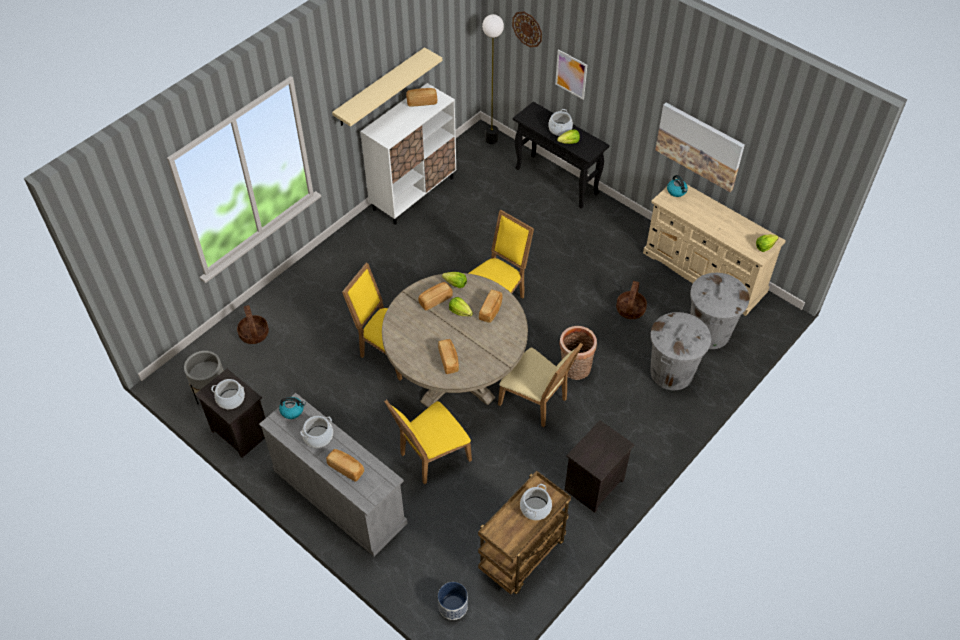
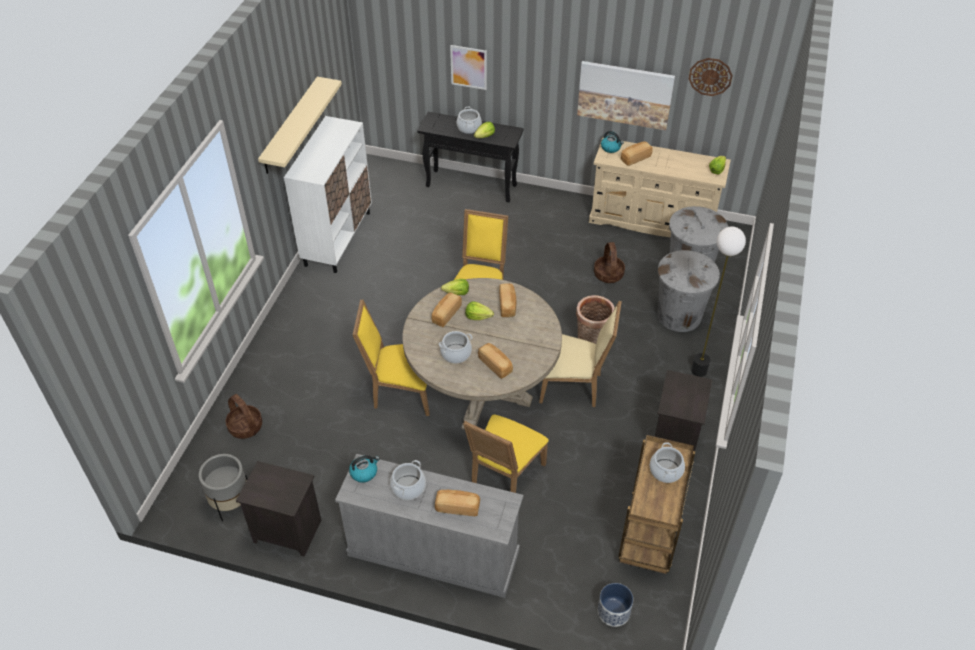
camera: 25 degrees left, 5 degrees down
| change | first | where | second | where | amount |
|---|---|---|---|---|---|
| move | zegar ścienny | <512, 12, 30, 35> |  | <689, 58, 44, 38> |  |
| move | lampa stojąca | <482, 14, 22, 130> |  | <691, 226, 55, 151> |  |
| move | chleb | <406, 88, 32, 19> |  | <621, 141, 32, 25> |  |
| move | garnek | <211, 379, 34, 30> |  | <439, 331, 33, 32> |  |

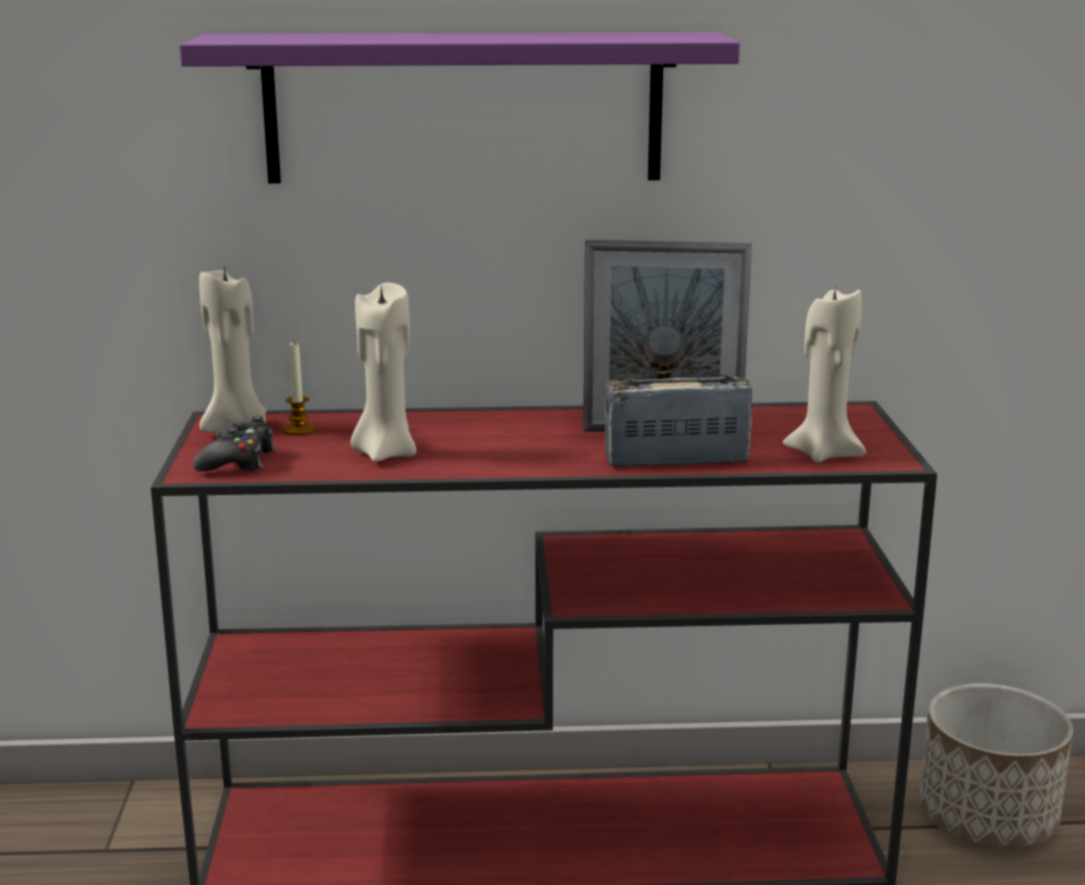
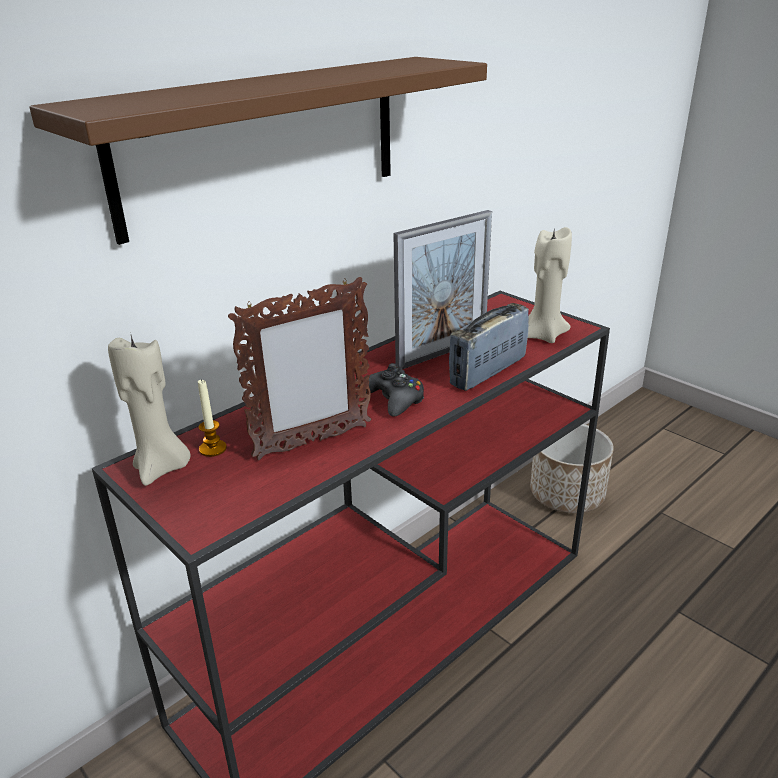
camera: 40 degrees left, 10 degrees up
| change | first | where | second | where | amount |
|---|---|---|---|---|---|
| recolor | półka/fioletowy | <179, 32, 561, 151> | półka/brązowy | <29, 57, 458, 188> |  |
| replace | świeca/beżowy | <351, 283, 66, 179> | ramka na zdjęcie | <228, 277, 144, 183> |  |
| move | pad do gier/czarny | <193, 416, 83, 55> |  | <366, 363, 58, 54> |  |

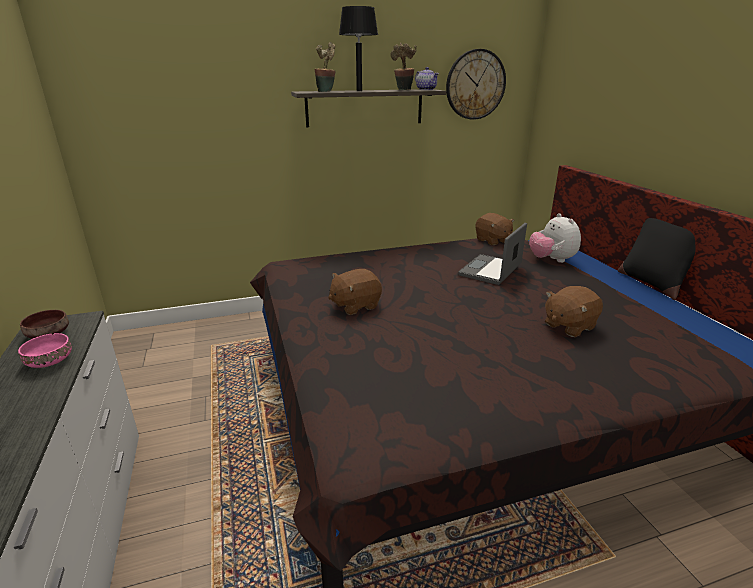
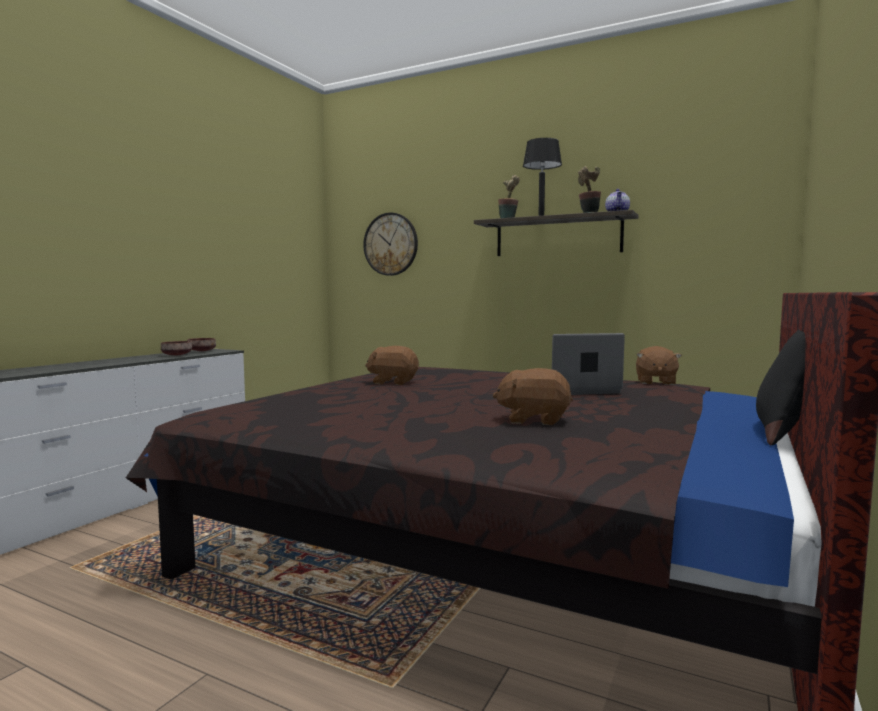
camera: 45 degrees right, 20 degrees down
| change | first | where | second | where | amount |
|---|---|---|---|---|---|
| move | zegar ścienny | <446, 49, 60, 71> |  | <363, 213, 55, 63> |  |
| delete | pluszak | <529, 213, 52, 50> |  |  |  |
| recolor | miska/różowy | <18, 333, 54, 35> | miska/brązowy | <161, 341, 31, 14> |  |

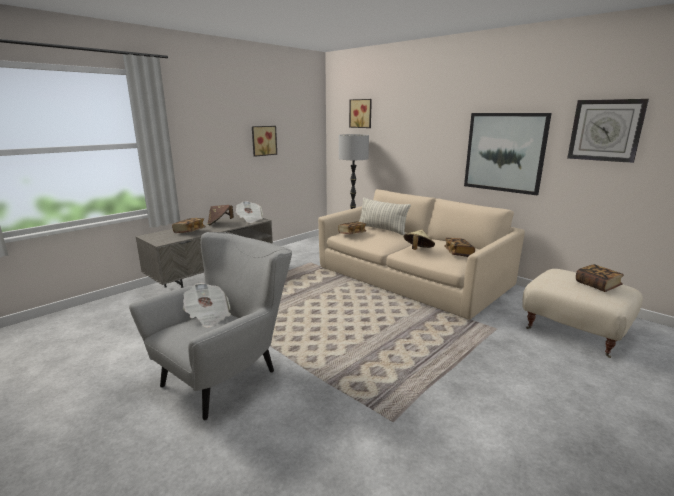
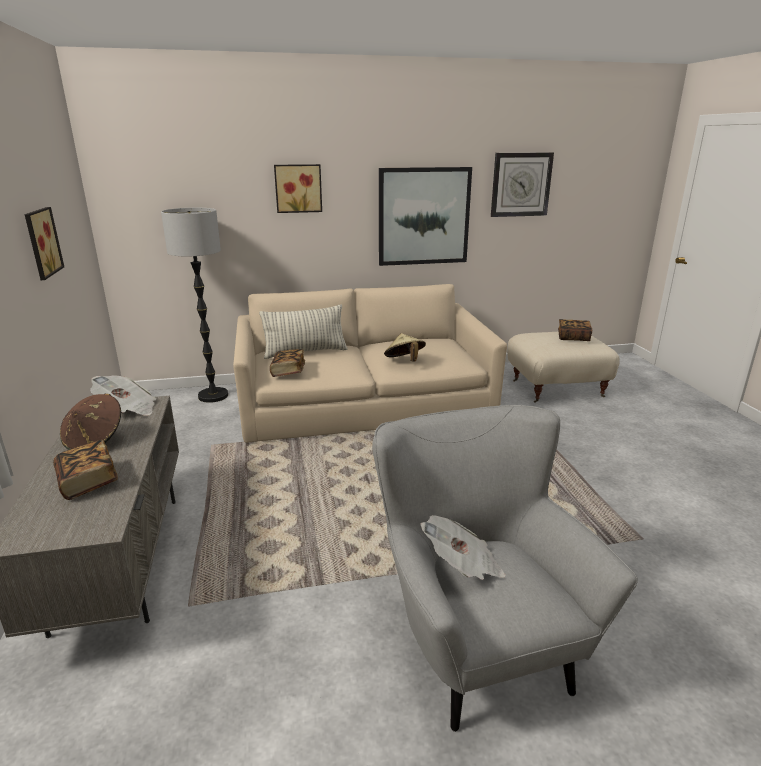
camera: 55 degrees left, 5 degrees up
| change | first | where | second | where | amount |
|---|---|---|---|---|---|
| move | obraz | <349, 99, 23, 29> |  | <274, 164, 48, 49> |  |
| delete | książka | <444, 238, 31, 19> |  |  |  |

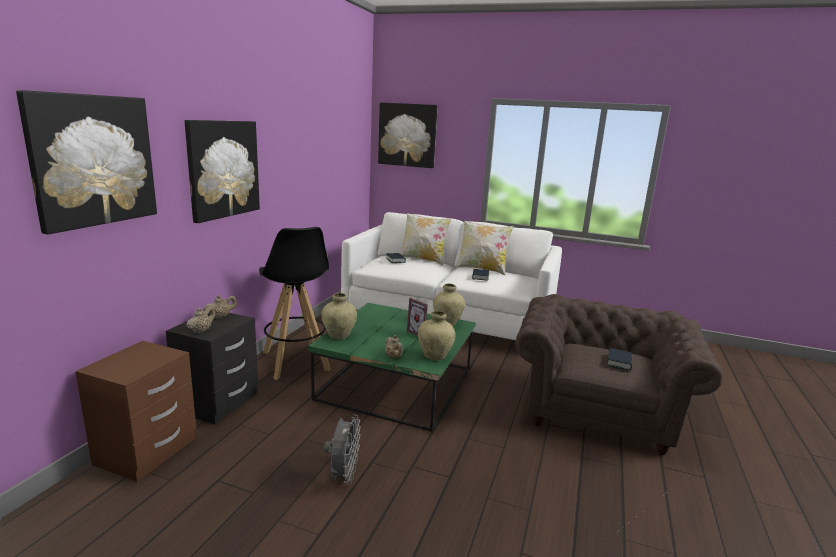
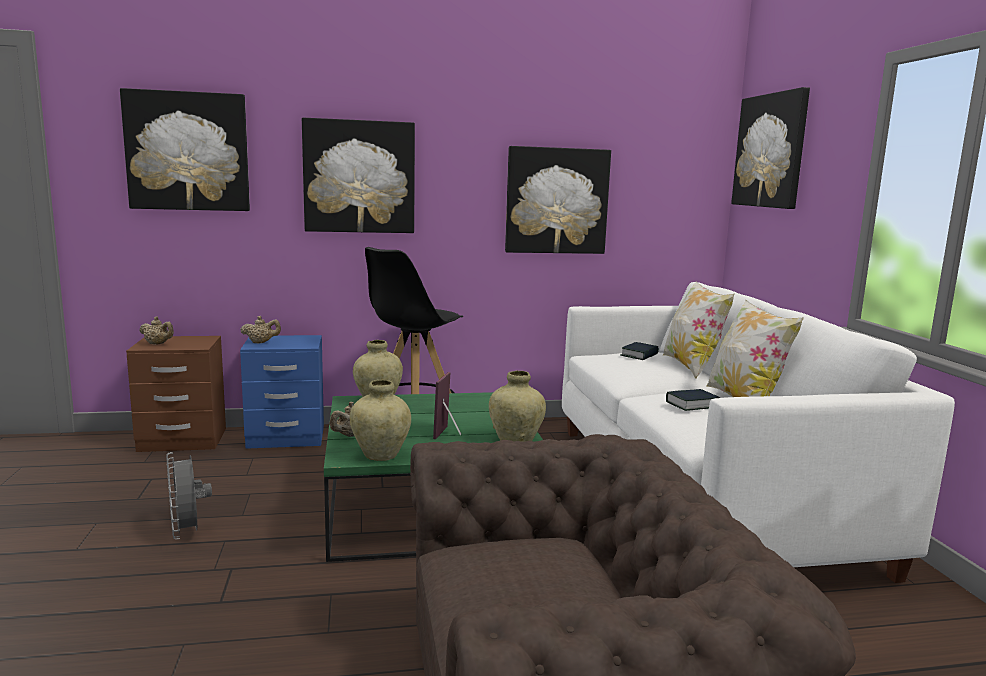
camera: 60 degrees right, 5 degrees down
| change | first | where | second | where | amount |
|---|---|---|---|---|---|
| move | imbryk/beżowy | <203, 295, 34, 24> |  | <139, 317, 35, 28> |  |
| recolor | szafka nocna/czarny | <166, 313, 92, 111> | szafka nocna/niebieski | <240, 335, 84, 114> |  |
| delete | książka | <607, 348, 25, 23> |  |  |  |
| rotate | wentylator/szary | <324, 415, 37, 70> |  | <166, 452, 46, 88> | 90 degrees clockwise |
| insert |  |  | obraz | <505, 146, 106, 108> |  |

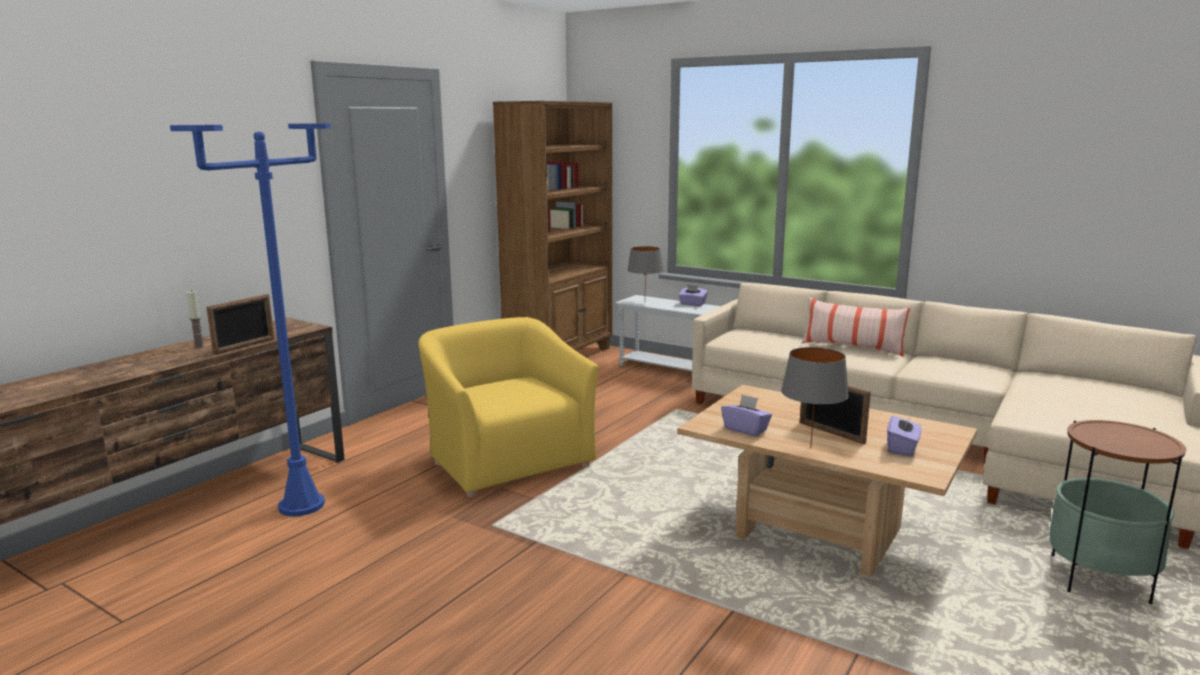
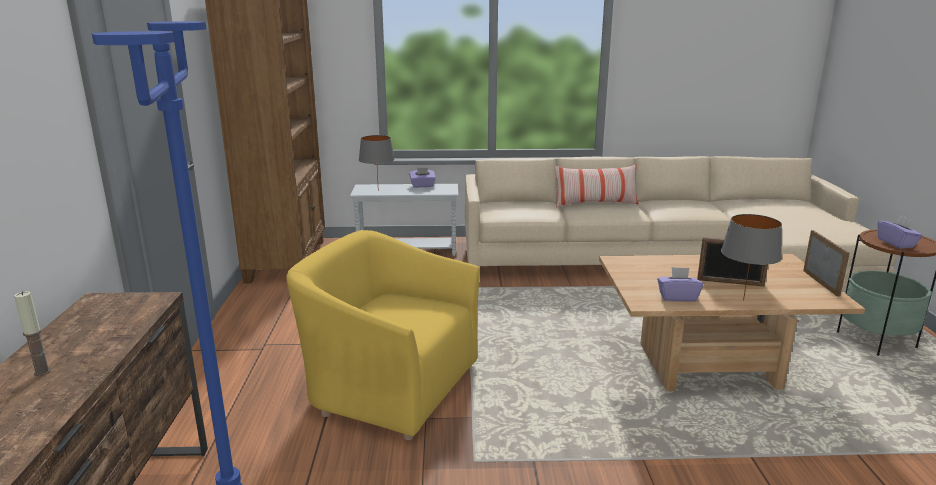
camera: 35 degrees left, 5 degrees up
| change | first | where | second | where | amount |
|---|---|---|---|---|---|
| move | ramka na zdjęcie | <206, 294, 68, 61> |  | <803, 230, 47, 67> |  |
| move | pudełko chusteczek/fioletowy | <887, 412, 34, 44> |  | <878, 215, 44, 33> |  |

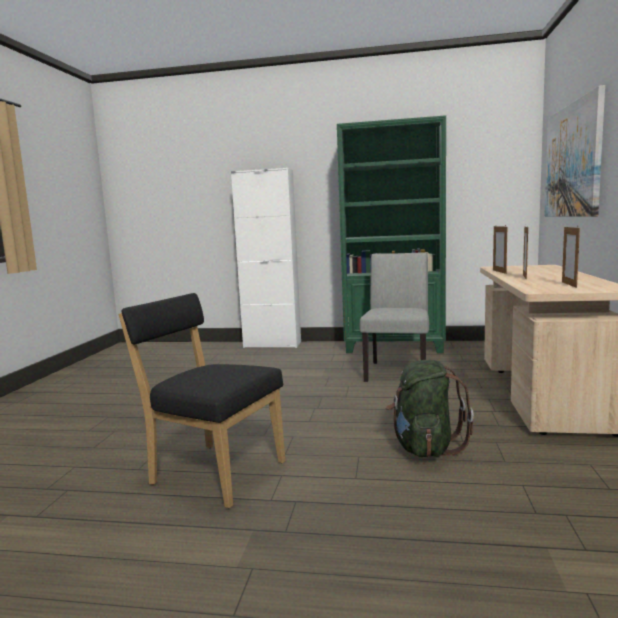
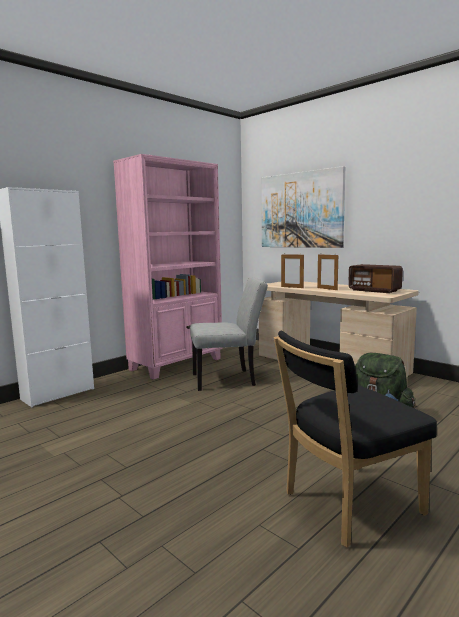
camera: 55 degrees left, 0 degrees up
| change | first | where | second | where | amount |
|---|---|---|---|---|---|
| recolor | regał/zielony | <337, 115, 109, 238> | regał/różowy | <113, 154, 109, 226> |  |
| replace | ramka na zdjęcie | <562, 225, 18, 63> | radio | <348, 264, 55, 29> |  |
| rotate | krzesło/szary | <360, 252, 69, 130> |  | <190, 277, 78, 114> | 120 degrees clockwise |

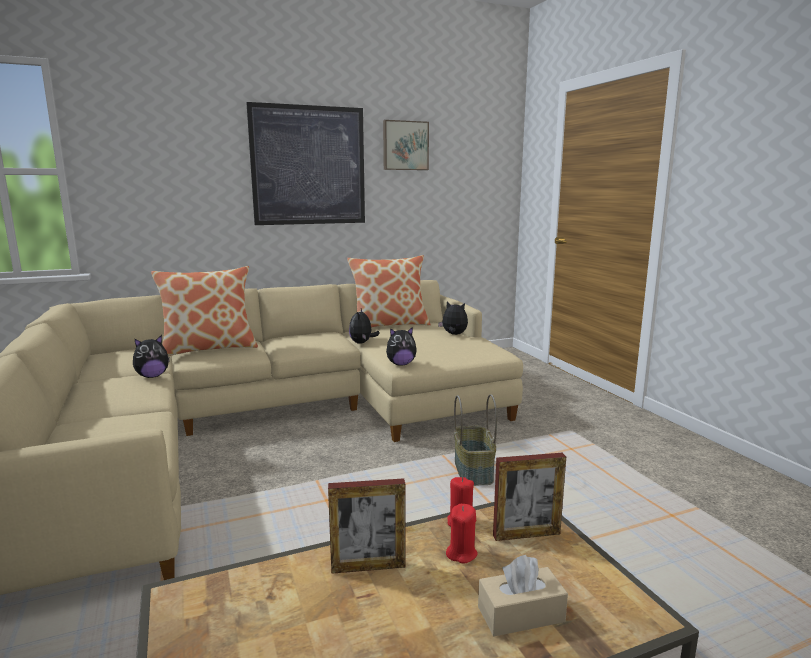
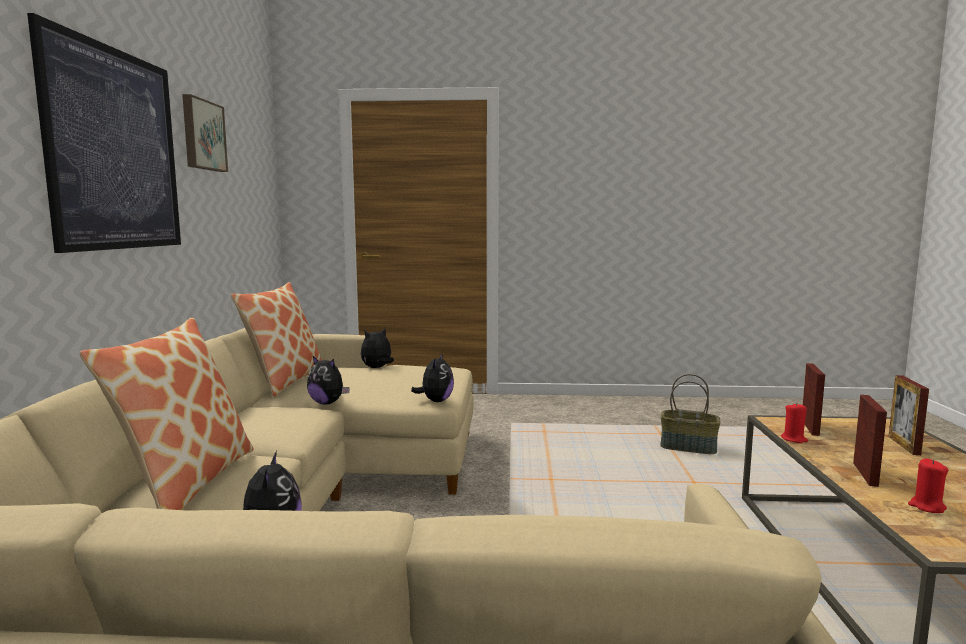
camera: 65 degrees left, 5 degrees down
| change | first | where | second | where | amount |
|---|---|---|---|---|---|
| move | koszyk | <454, 394, 43, 92> |  | <660, 374, 60, 80> |  |
| move | świeca/czerwony | <446, 504, 32, 60> |  | <908, 459, 40, 54> |  |
| replace | pudełko chusteczek/beżowy | <478, 555, 90, 82> | ramka na zdjęcie | <889, 375, 40, 80> |  |

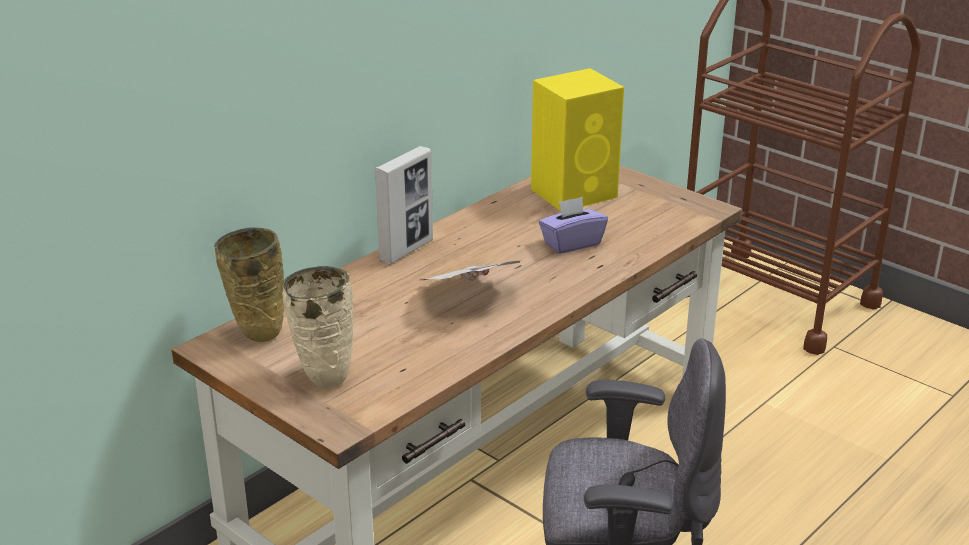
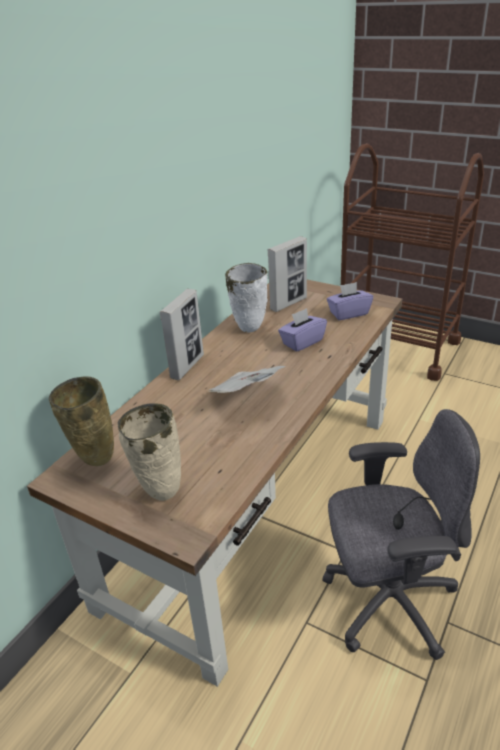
camera: 10 degrees left, 5 degrees up
| change | first | where | second | where | amount |
|---|---|---|---|---|---|
| replace | głośnik/żółty | <531, 68, 93, 143> | ramka na zdjęcie | <268, 236, 39, 76> |  |
| insert |  |  | wazon/biały | <225, 263, 43, 69> |  |
| insert |  |  | pudełko chusteczek/fioletowy | <327, 282, 46, 38> |  |

